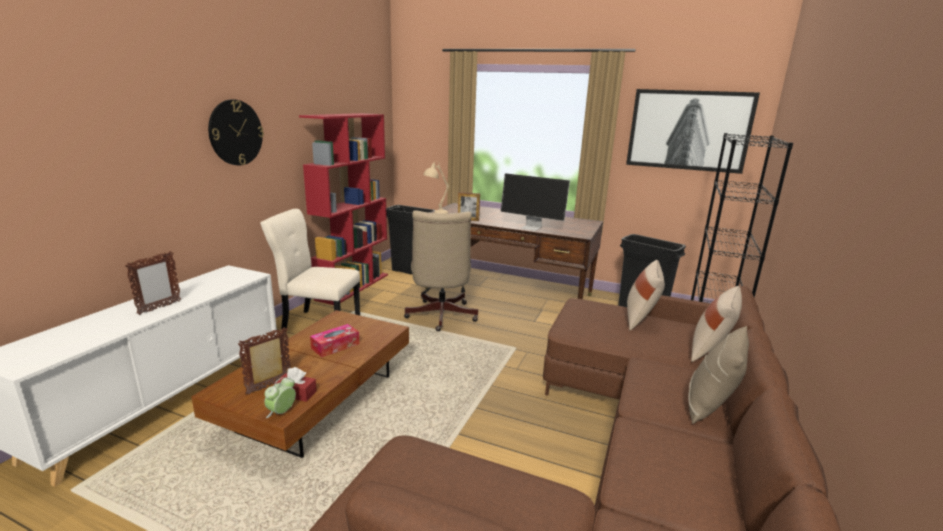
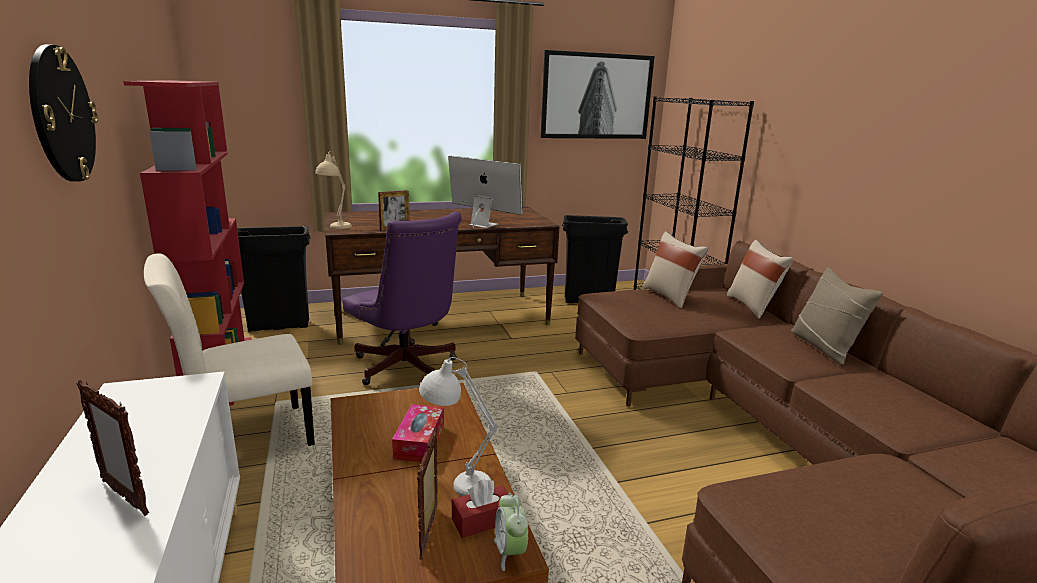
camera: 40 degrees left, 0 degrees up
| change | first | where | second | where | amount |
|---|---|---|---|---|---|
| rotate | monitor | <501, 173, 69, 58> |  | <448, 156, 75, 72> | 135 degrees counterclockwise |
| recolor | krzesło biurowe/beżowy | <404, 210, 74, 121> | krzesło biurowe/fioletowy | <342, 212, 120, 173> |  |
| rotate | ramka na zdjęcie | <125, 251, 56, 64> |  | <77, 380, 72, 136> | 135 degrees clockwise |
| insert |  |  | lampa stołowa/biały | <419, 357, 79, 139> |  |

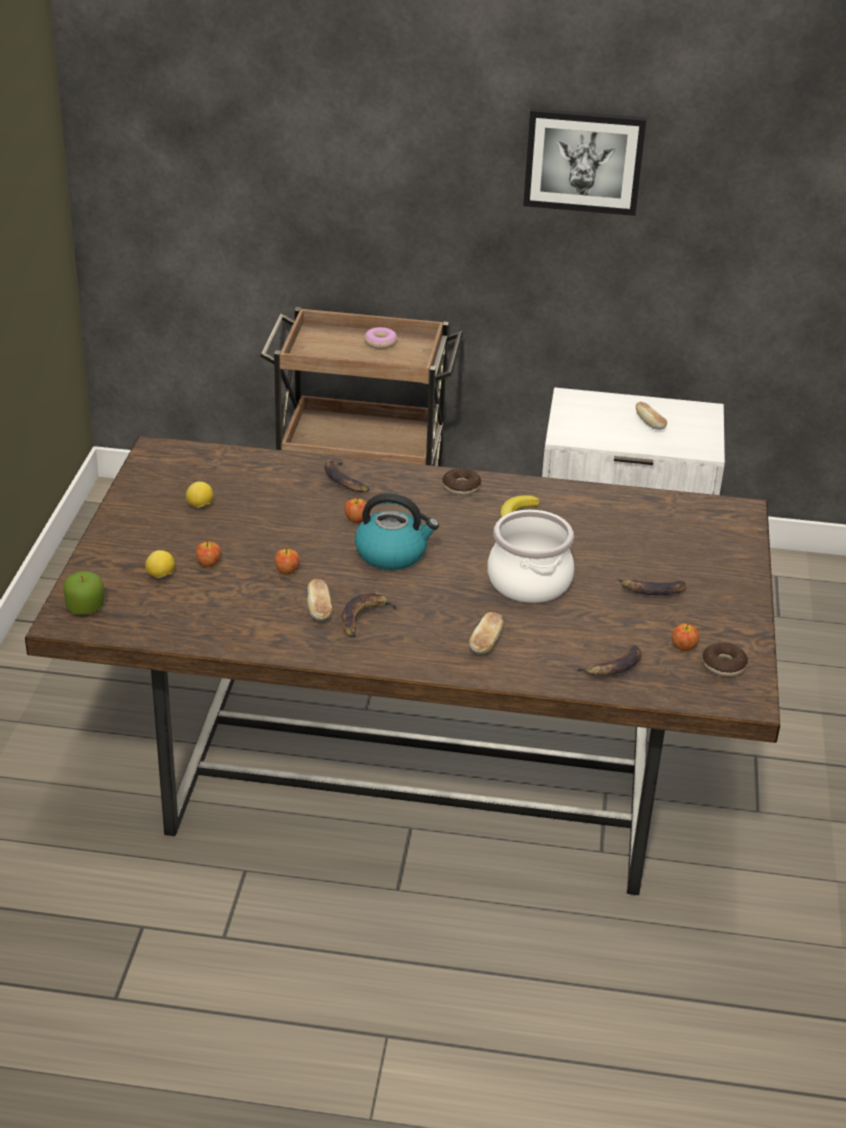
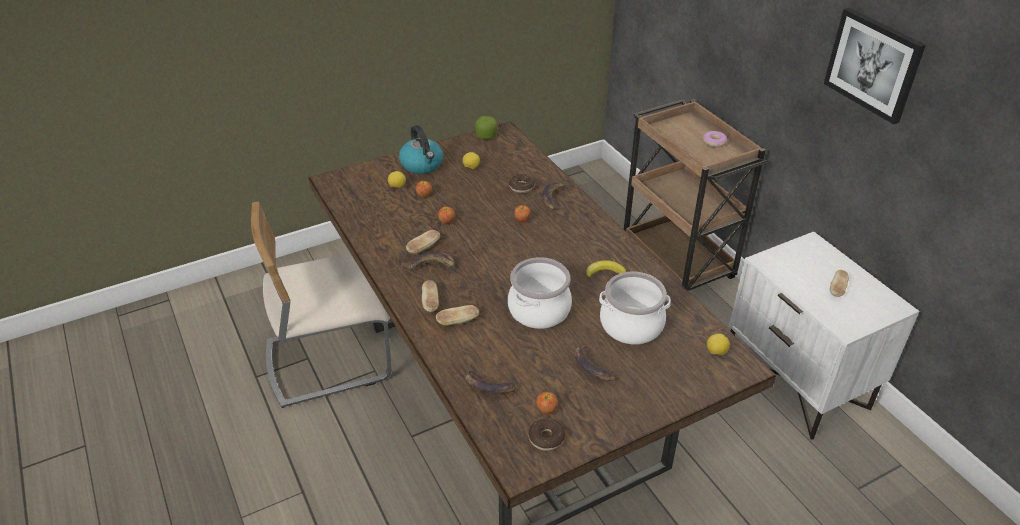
camera: 55 degrees right, 5 degrees up
| change | first | where | second | where | amount |
|---|---|---|---|---|---|
| move | donut | <442, 468, 39, 28> |  | <509, 174, 26, 19> |  |
| move | czajnik | <355, 493, 84, 77> |  | <399, 125, 44, 49> |  |
| move | jabłko | <64, 571, 40, 44> |  | <475, 116, 22, 23> |  |
| insert |  |  | krzesło/beżowy | <251, 202, 141, 206> |  |
| insert |  |  | garnek | <599, 272, 72, 73> |  |
| insert |  |  | chleb | <422, 280, 17, 32> |  |
| insert |  |  | cytryna | <707, 334, 23, 21> |  |

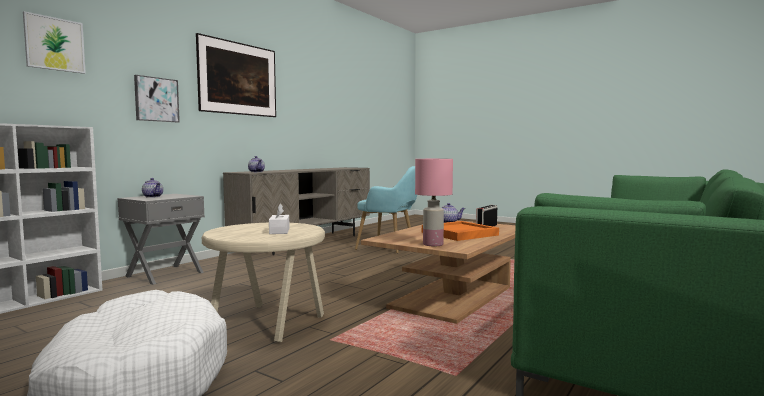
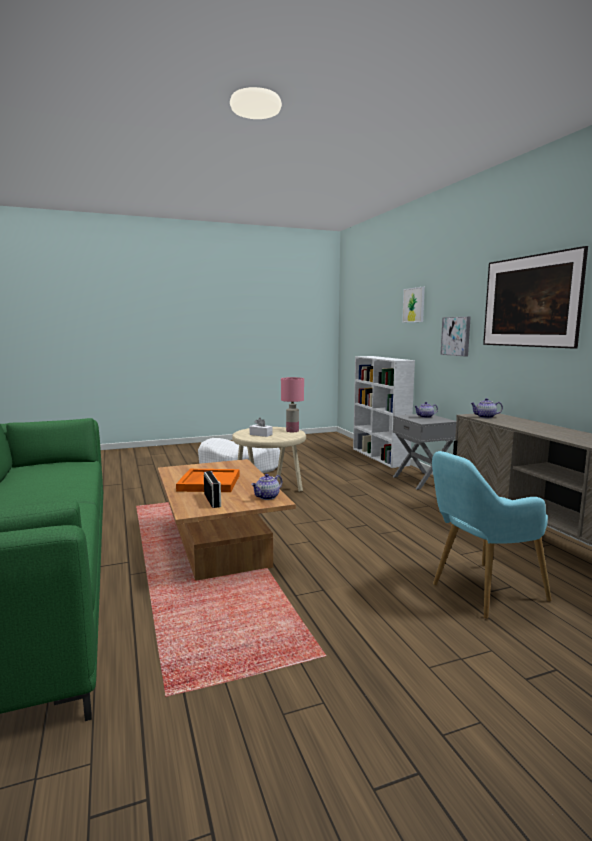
camera: 125 degrees right, 5 degrees up
| change | first | where | second | where | amount |
|---|---|---|---|---|---|
| move | lampa stołowa/różowy | <415, 159, 38, 87> |  | <281, 377, 23, 55> |  |

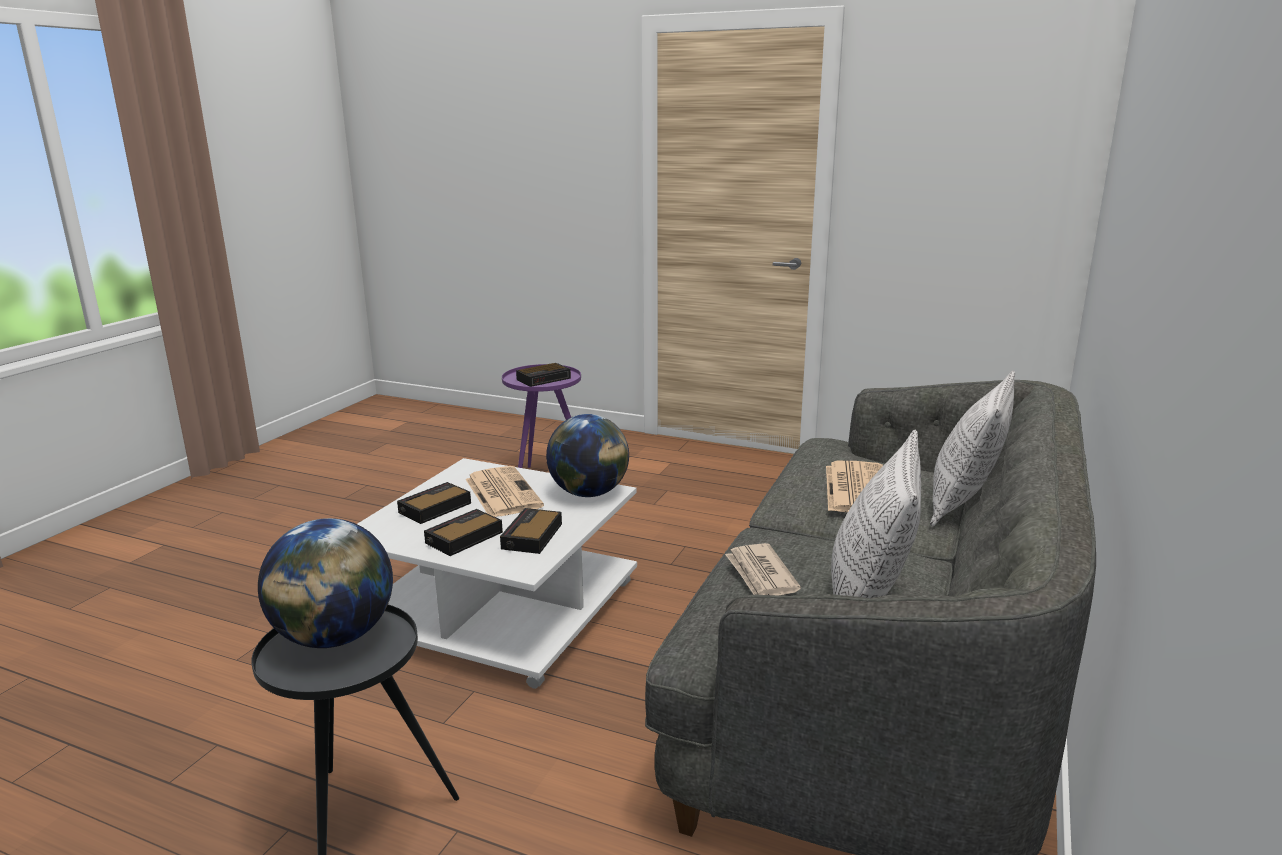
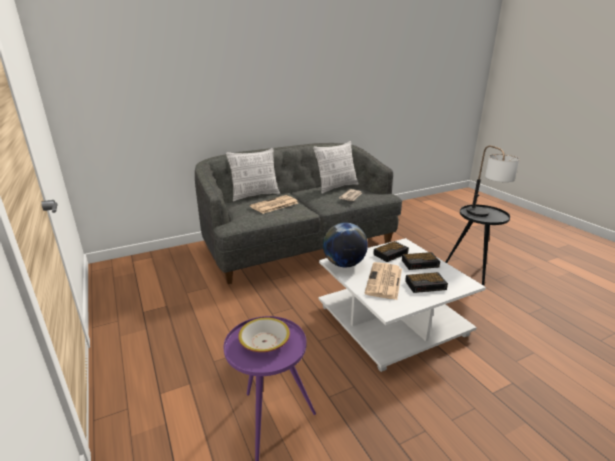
camera: 140 degrees left, 5 degrees up
| change | first | where | second | where | amount |
|---|---|---|---|---|---|
| replace | budzik | <516, 363, 55, 24> | miska | <238, 318, 52, 34> |  |
| replace | globus | <258, 518, 135, 130> | lampa stołowa | <466, 145, 54, 72> |  |

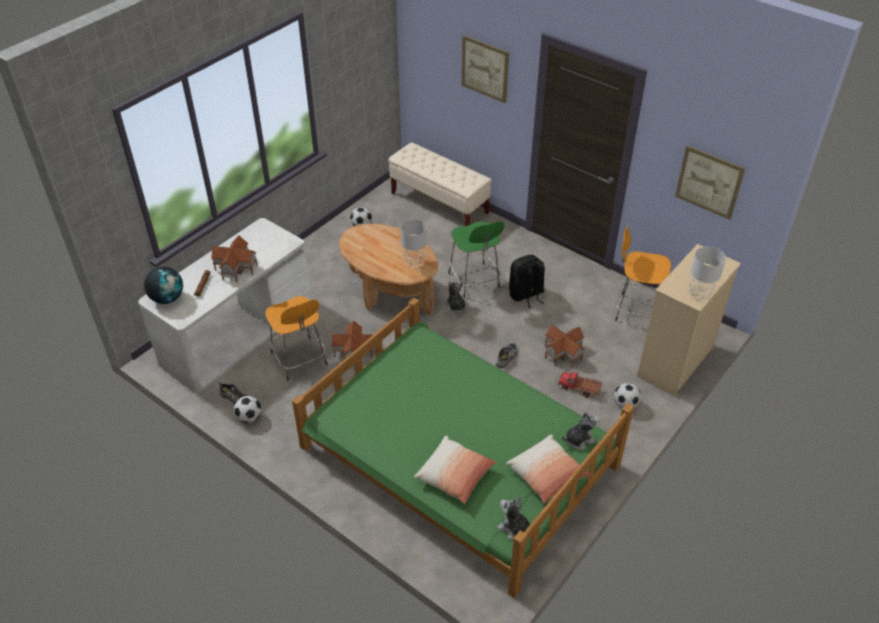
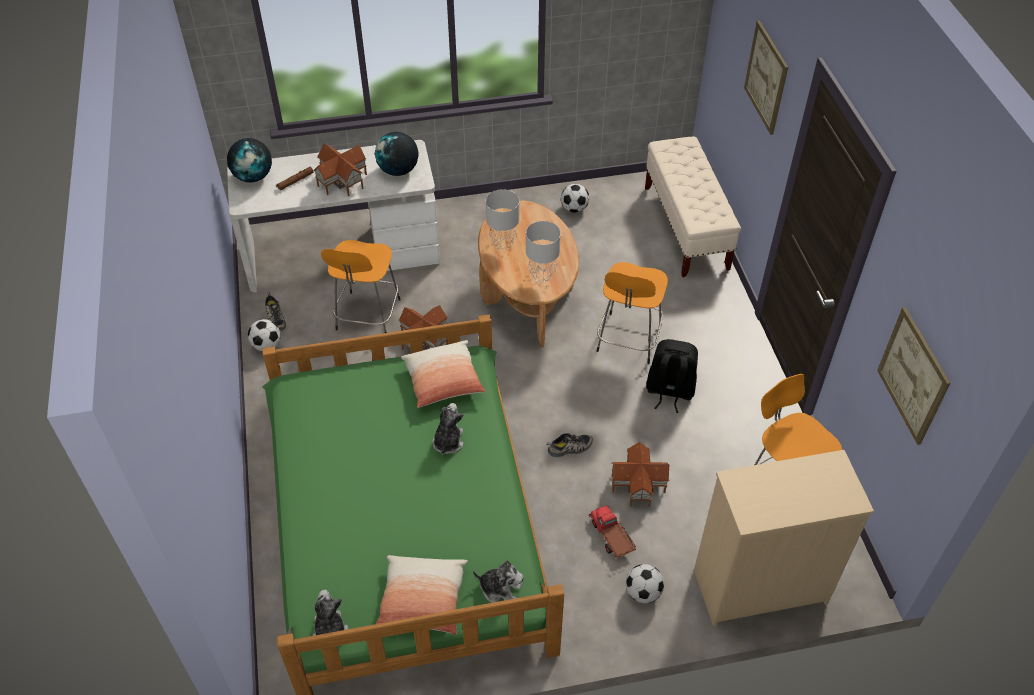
camera: 40 degrees right, 5 degrees up
| change | first | where | second | where | amount |
|---|---|---|---|---|---|
| recolor | stołek/zielony | <448, 221, 56, 77> | stołek/pomarańczowy | <597, 262, 71, 102> |  |
| move | lampa stołowa/szary | <689, 247, 37, 53> |  | <486, 189, 33, 61> |  |
| move | pluszak | <444, 281, 22, 33> |  | <432, 403, 32, 52> |  |
| move | poduszka | <414, 435, 82, 69> |  | <401, 340, 85, 68> |  |
| insert |  |  | globus | <375, 132, 44, 44> |  |

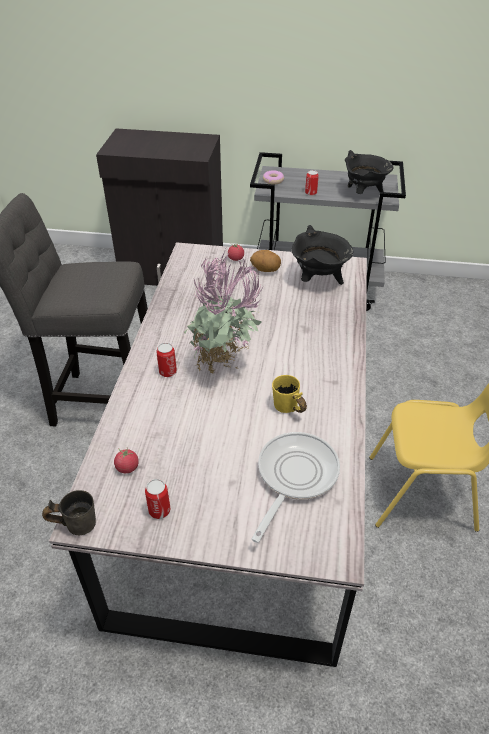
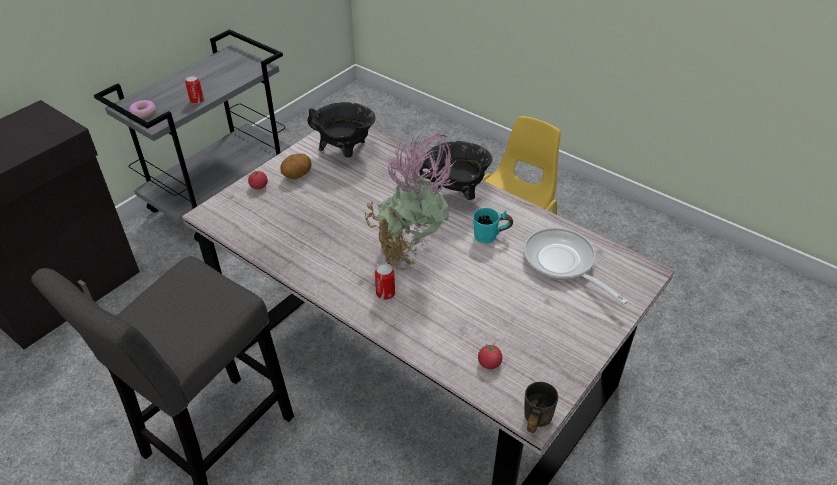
camera: 60 degrees left, 0 degrees up
| change | first | where | second | where | amount |
|---|---|---|---|---|---|
| move | garnek/czarny | <345, 150, 49, 44> |  | <419, 141, 74, 59> |  |
| recolor | kubek/żółty | <272, 375, 35, 38> | kubek/turkusowy | <473, 208, 40, 35> |  |
| delete | puszka | <145, 479, 26, 40> |  |  |  |

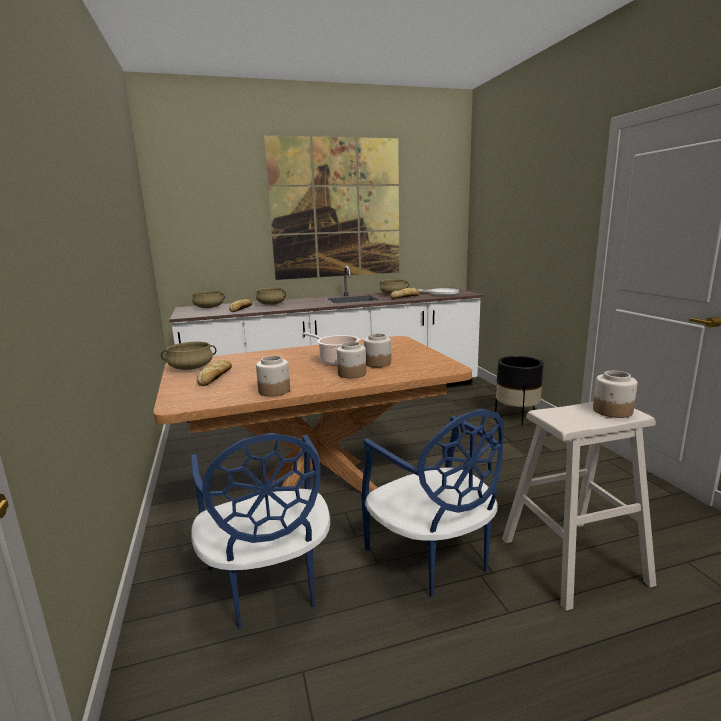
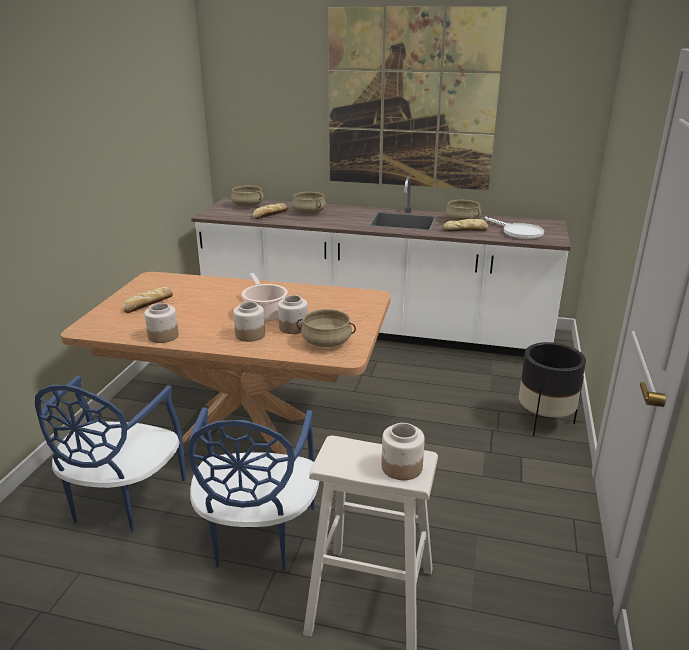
camera: 30 degrees right, 10 degrees up
| change | first | where | second | where | amount |
|---|---|---|---|---|---|
| move | garnek/beżowy | <161, 342, 55, 28> |  | <296, 309, 60, 38> |  |

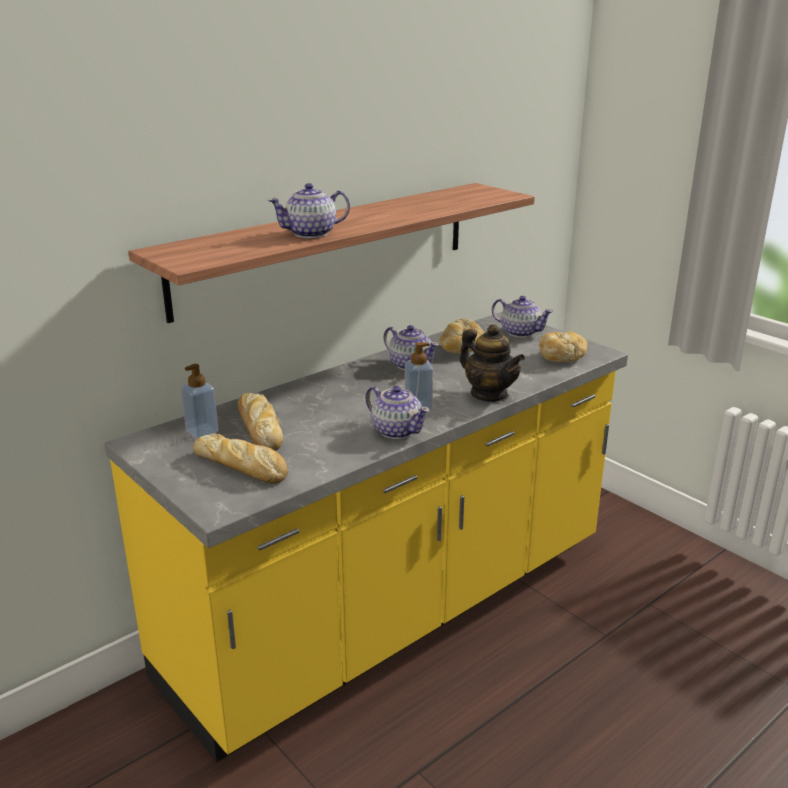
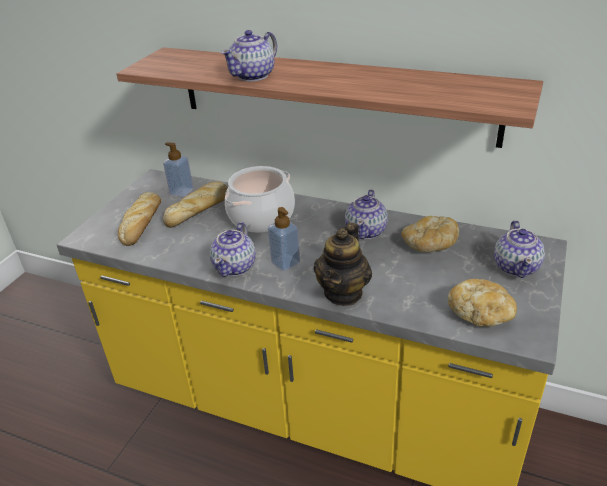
camera: 65 degrees right, 10 degrees up
| change | first | where | second | where | amount |
|---|---|---|---|---|---|
| rotate | imbryk | <268, 183, 82, 55> |  | <221, 30, 56, 52> | 90 degrees counterclockwise |
| insert |  |  | garnek | <225, 166, 70, 66> |  |

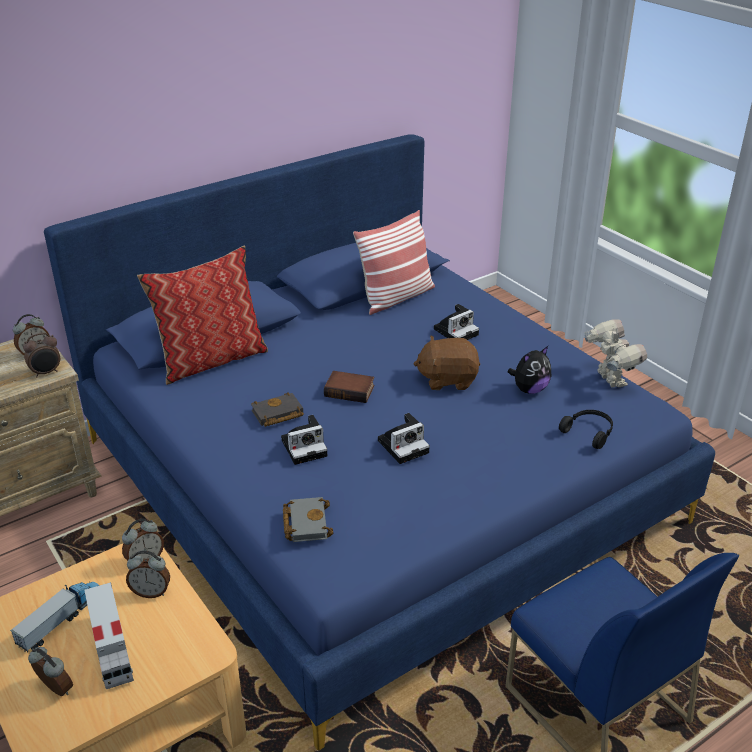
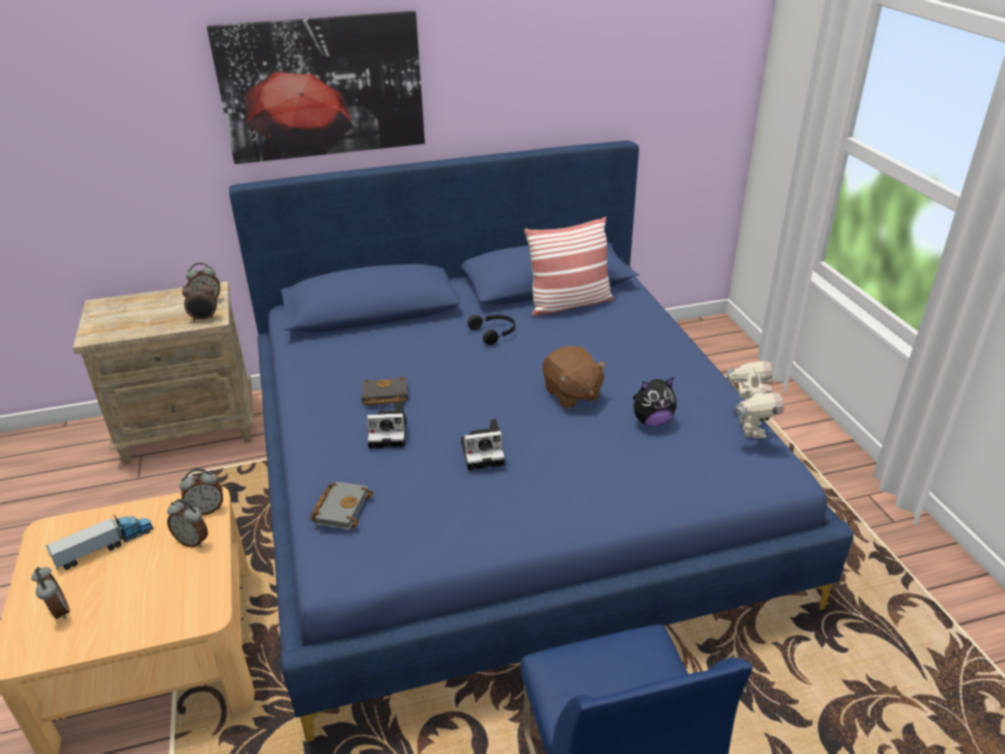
camera: 20 degrees right, 0 degrees up
| change | first | where | second | where | amount |
|---|---|---|---|---|---|
| delete | poduszka | <137, 245, 131, 140> |  |  |  |
| delete | aparat fotograficzny | <434, 304, 45, 36> |  |  |  |
| rotate | pluszak/brązowy | <414, 336, 66, 54> |  | <542, 346, 65, 62> | 135 degrees counterclockwise |
| delete | książka | <324, 371, 50, 32> |  |  |  |
| move | słuchawki/czarny | <559, 410, 54, 39> |  | <468, 315, 47, 30> |  |
| delete | ciężarówka zabawkowa | <84, 582, 50, 107> |  |  |  |
| insert |  |  | obraz | <207, 11, 218, 153> |  |

